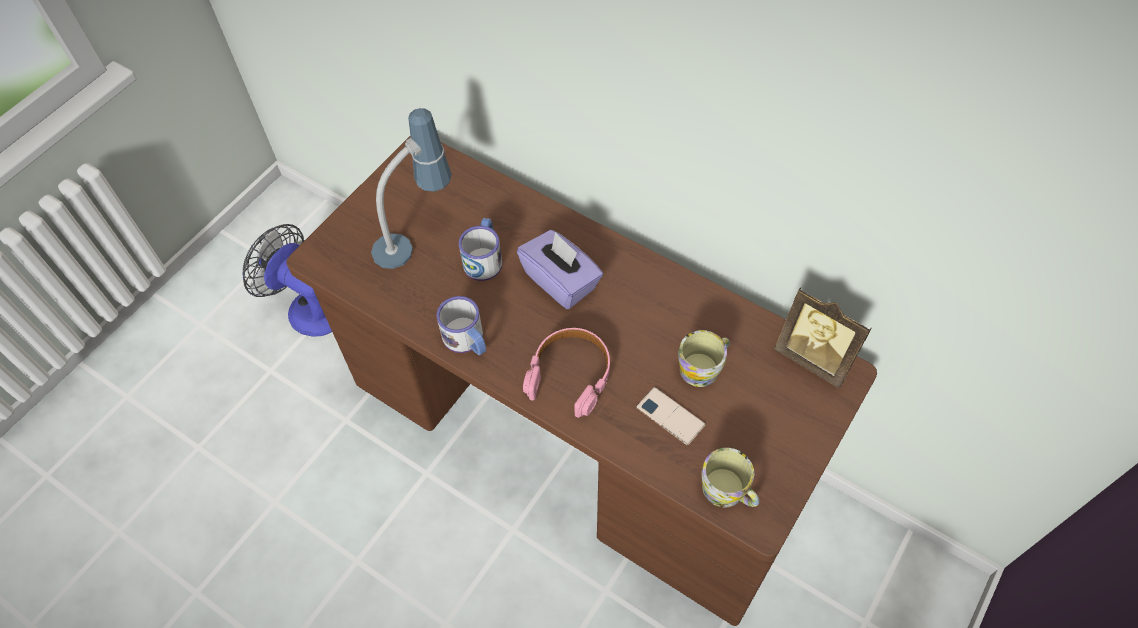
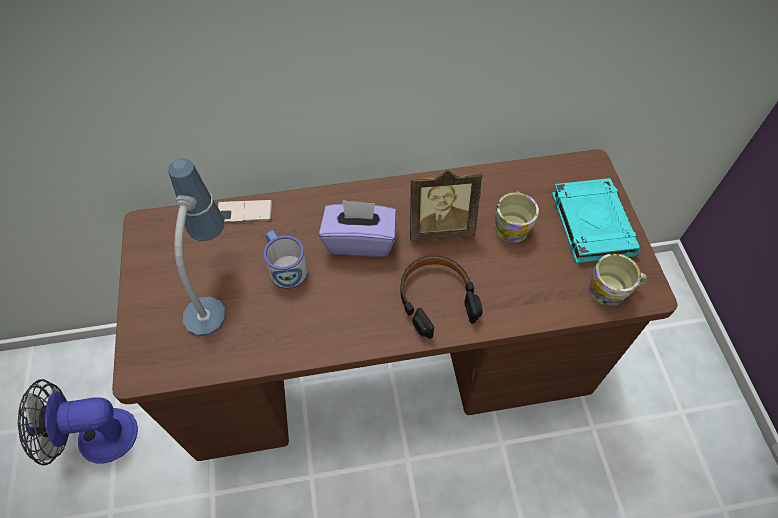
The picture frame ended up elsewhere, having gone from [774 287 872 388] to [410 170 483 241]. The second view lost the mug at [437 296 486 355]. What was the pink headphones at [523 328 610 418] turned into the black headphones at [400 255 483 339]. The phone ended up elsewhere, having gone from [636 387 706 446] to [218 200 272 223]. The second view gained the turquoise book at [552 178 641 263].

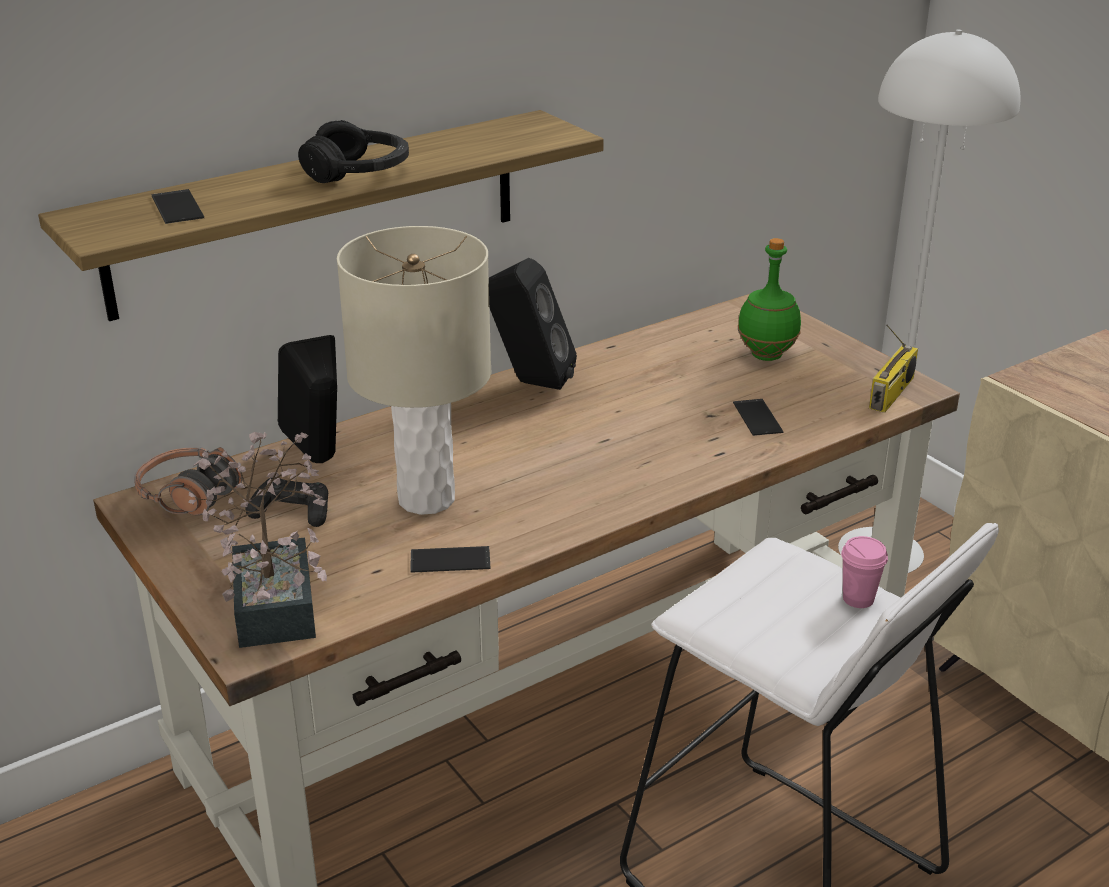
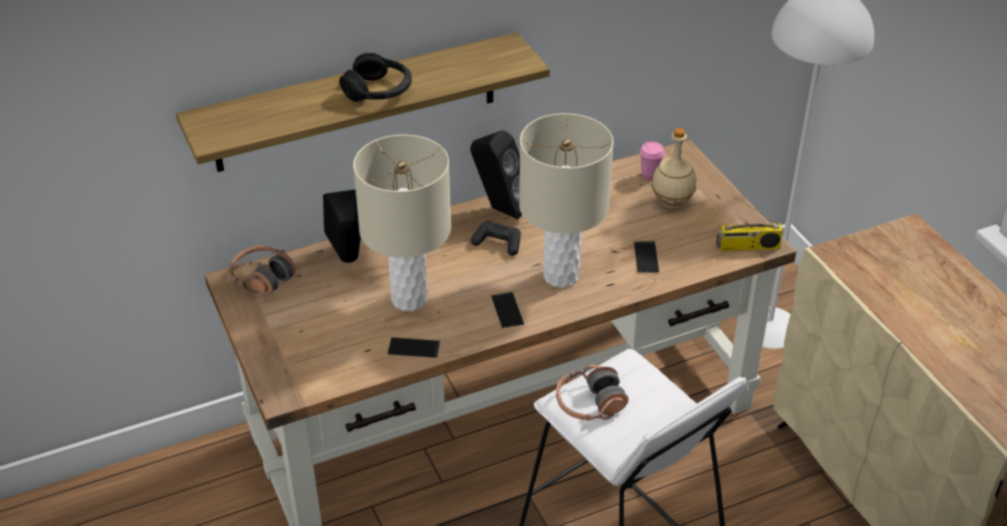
The phone ended up elsewhere, having gone from [151 189 204 224] to [491 292 524 328]. What was the green bottle at [738 238 801 361] turned into the beige bottle at [652 128 696 208]. The radio at [869 324 918 413] ended up facing another way, 45 degrees clockwise from before. The second view lost the potted plant at [188 432 327 648]. The black game controller ended up elsewhere, having gone from [245 477 328 527] to [471 221 521 256]. The pink cup ended up elsewhere, having gone from [841 536 888 608] to [640 142 665 180]. The second view gained the beige table lamp at [519 113 614 288]. The second view gained the headphones at [556 365 628 420].

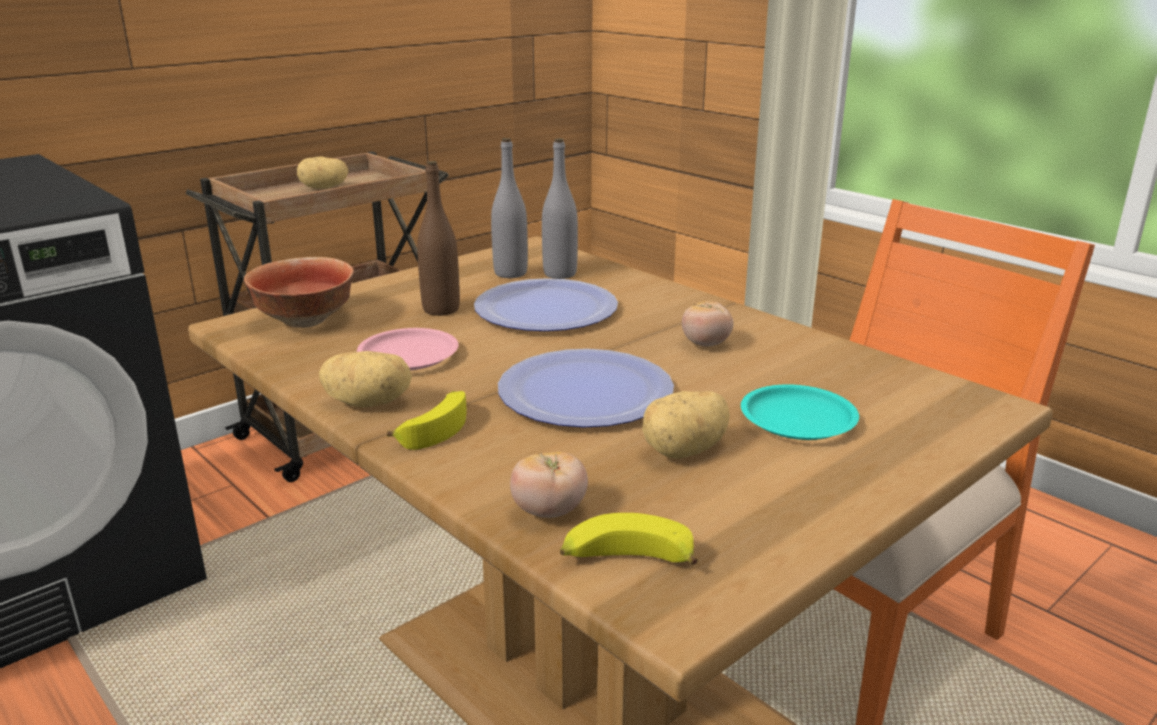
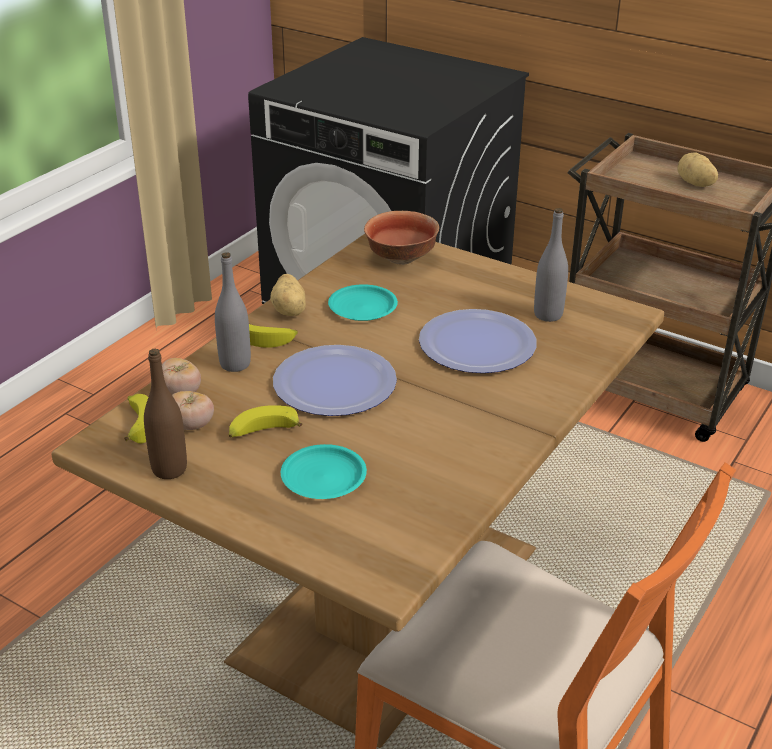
The grey bottle ended up elsewhere, having gone from [542 138 578 279] to [215 252 251 372]. The brown bottle ended up elsewhere, having gone from [417 161 460 316] to [144 349 187 479]. The tomato ended up elsewhere, having gone from [682 301 733 347] to [172 391 214 430]. What was the pink plate at [357 328 459 370] turned into the turquoise plate at [328 284 398 321]. Where the potato stood at [642 391 730 459], the banana came to stand at [229 405 302 437].

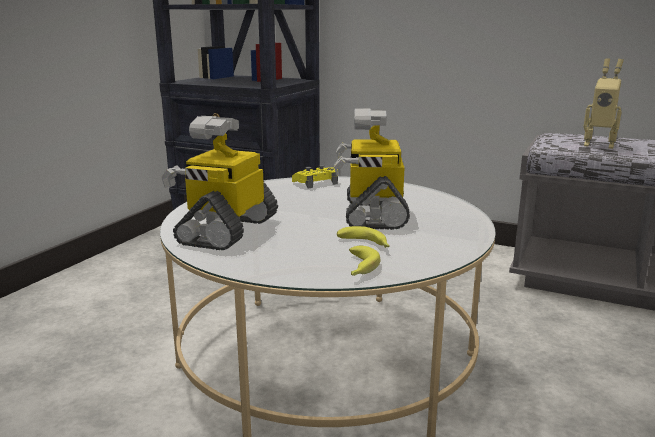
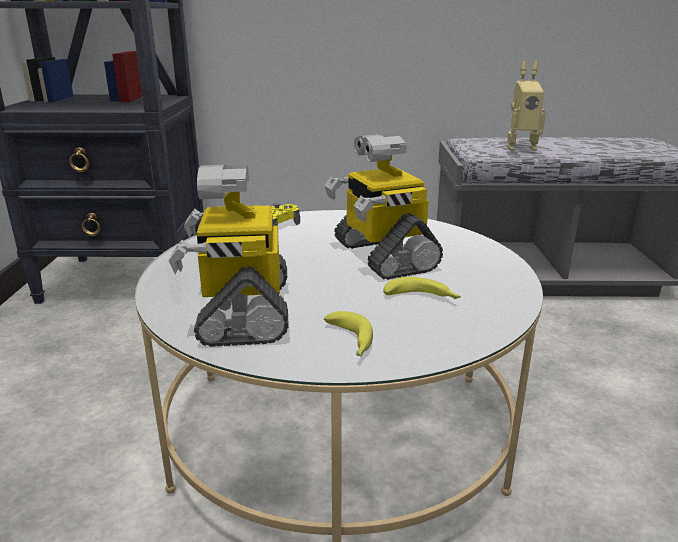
The banana ended up elsewhere, having gone from [349 246 380 276] to [324 311 373 356].

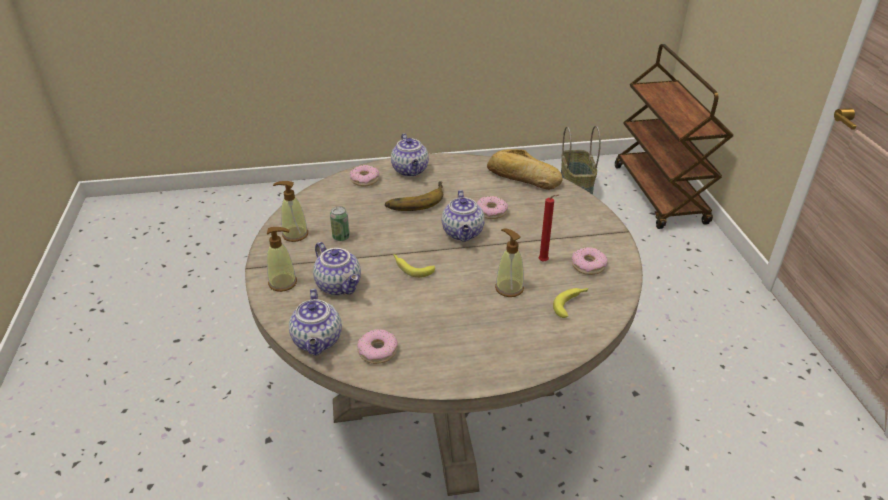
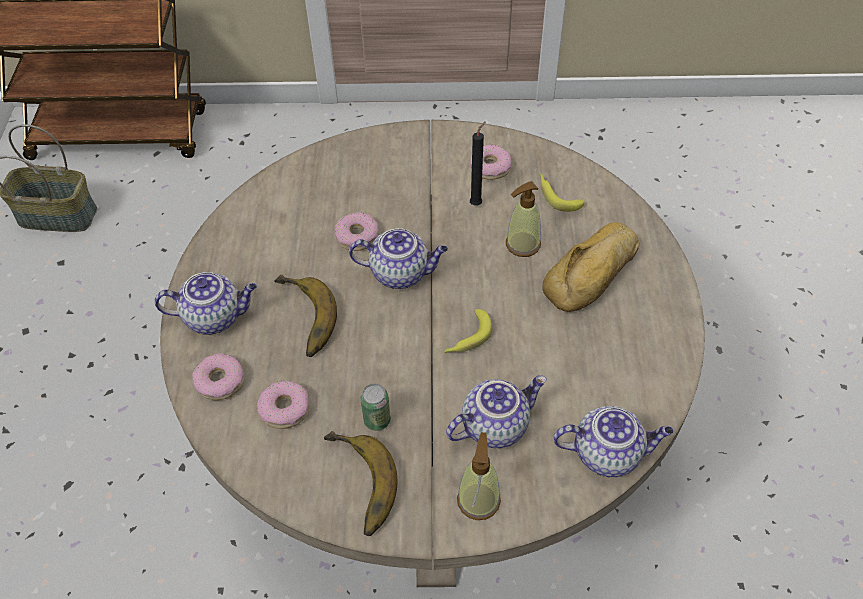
The bread ended up elsewhere, having gone from [487 149 563 190] to [542 222 640 312]. Where the soap dispenser stood at [273 181 308 242], the banana came to stand at [324 431 397 536]. What was the red candle at [539 195 559 262] turned into the black candle at [470 121 486 206]. The donut ended up elsewhere, having gone from [357 329 398 364] to [257 381 310 429].

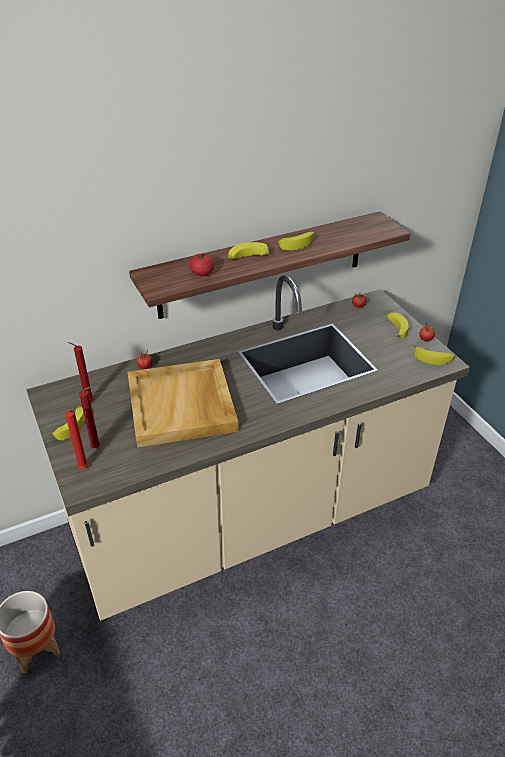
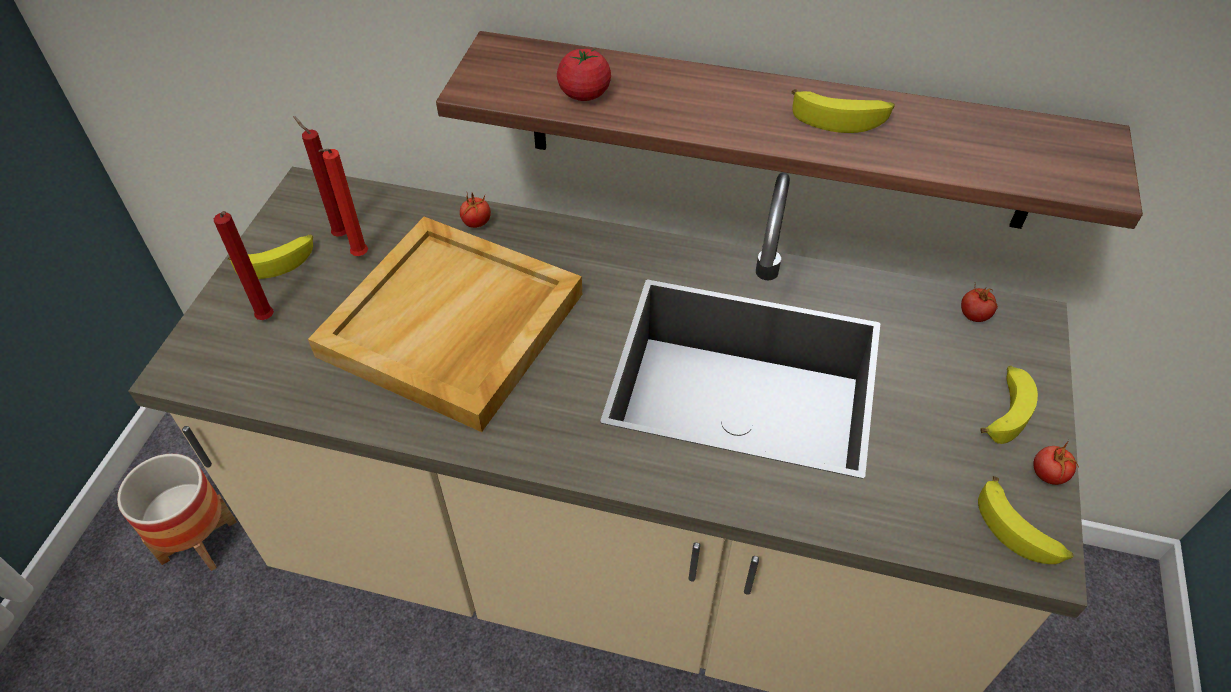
The second view lost the banana at [228 242 271 259]. The red candle ended up elsewhere, having gone from [65 410 88 469] to [318 149 368 256].

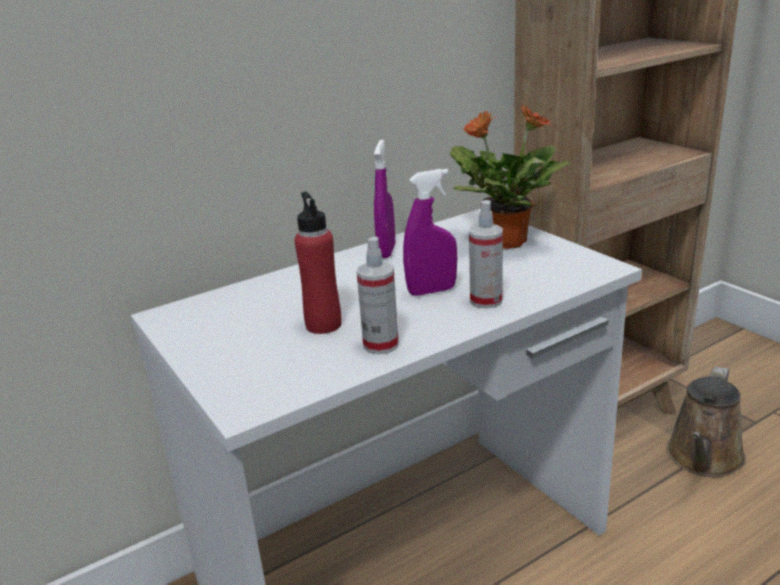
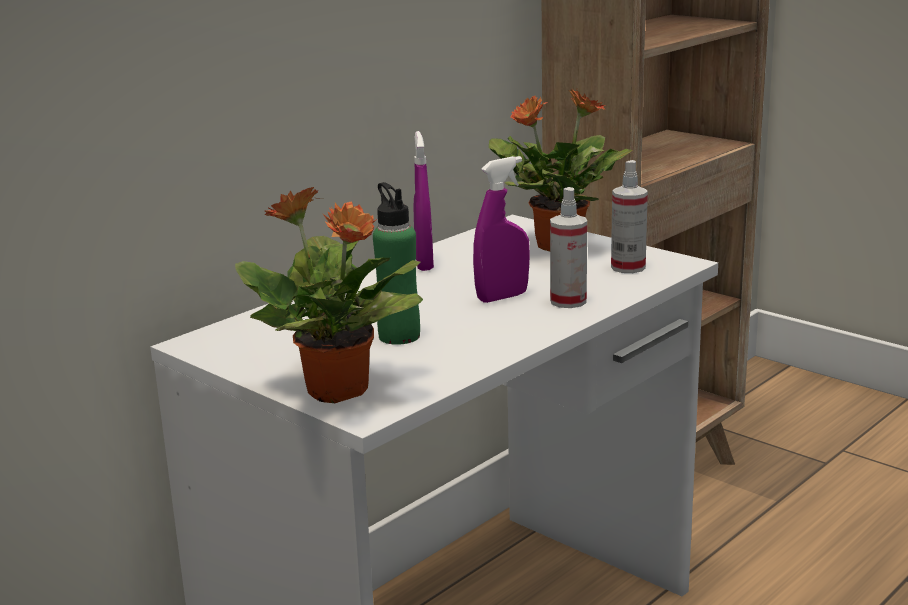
What was the red bottle at [294 192 342 334] turned into the green bottle at [373 182 420 345]. The spray bottle ended up elsewhere, having gone from [357 237 399 354] to [611 160 648 273]. The second view lost the brown watering can at [666 366 746 477]. The second view gained the potted plant at [235 187 423 403].

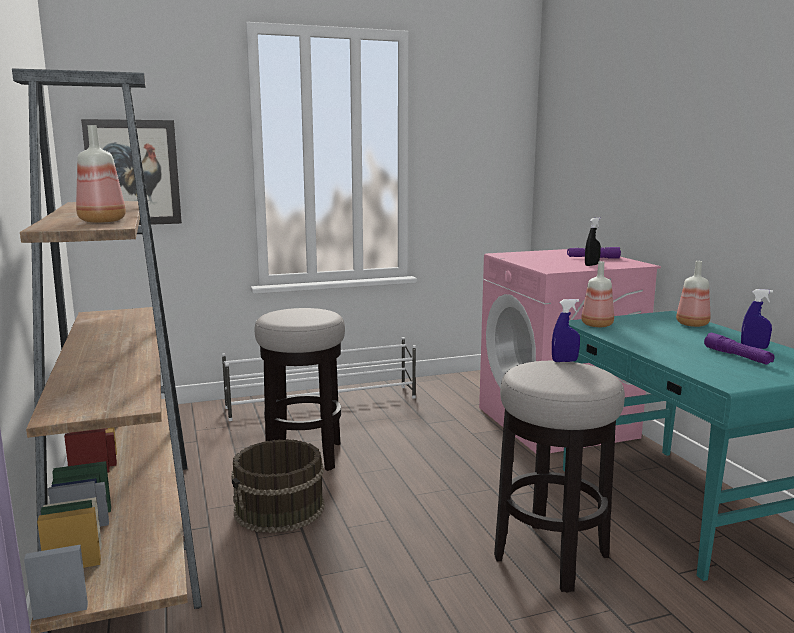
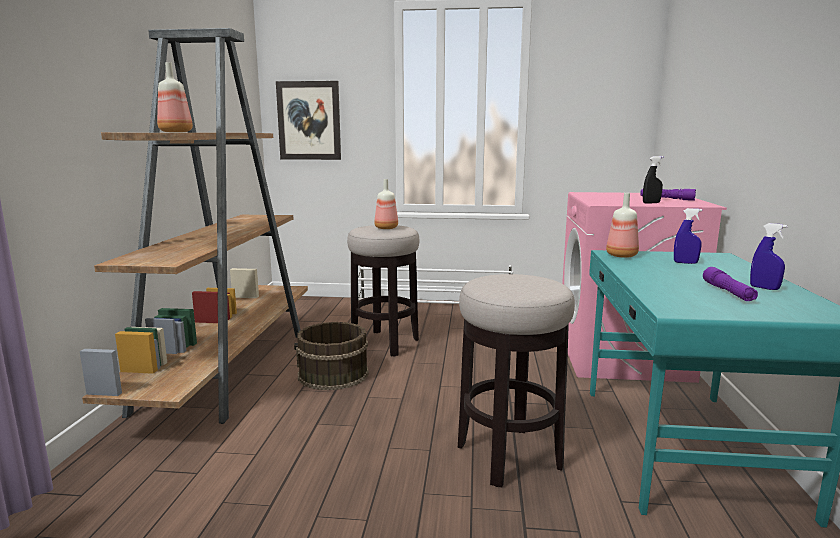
The bottle ended up elsewhere, having gone from [676 261 710 327] to [374 179 398 229]. The blue spray bottle ended up elsewhere, having gone from [552 299 580 362] to [674 208 702 264].

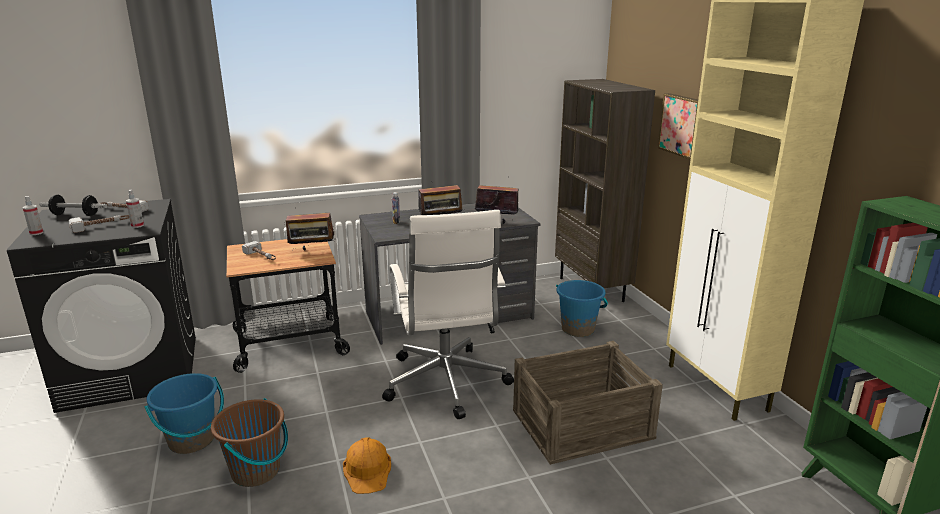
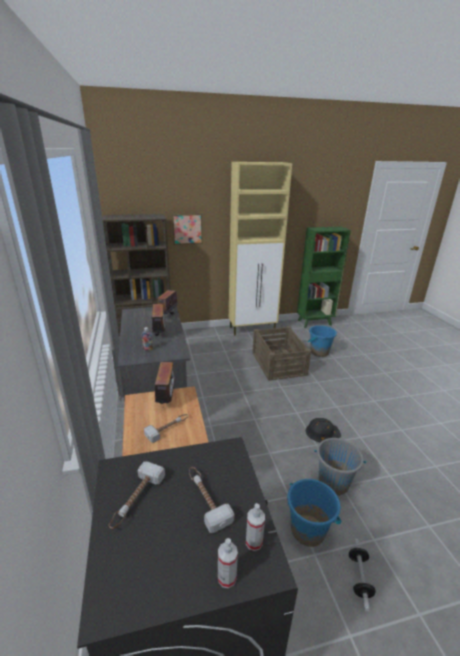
The spray bottle ended up elsewhere, having gone from [126 190 144 228] to [246 503 265 551]. The dumbbell ended up elsewhere, having gone from [40 195 107 216] to [349 539 376 611]. The second view lost the white office chair at [382 210 514 419]. The blue bucket ended up elsewhere, having gone from [556 280 608 337] to [308 325 337 357]. What was the brown bucket at [211 398 288 487] turned into the grey bucket at [314 438 366 495]. What was the orange hard hat at [343 437 391 494] turned into the black hard hat at [306 418 341 442].

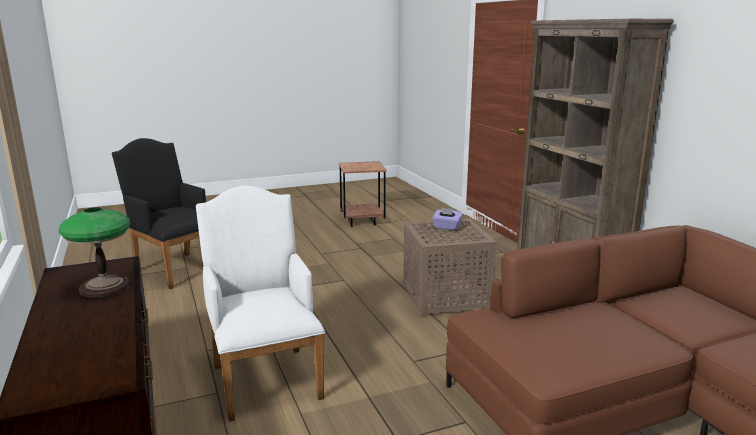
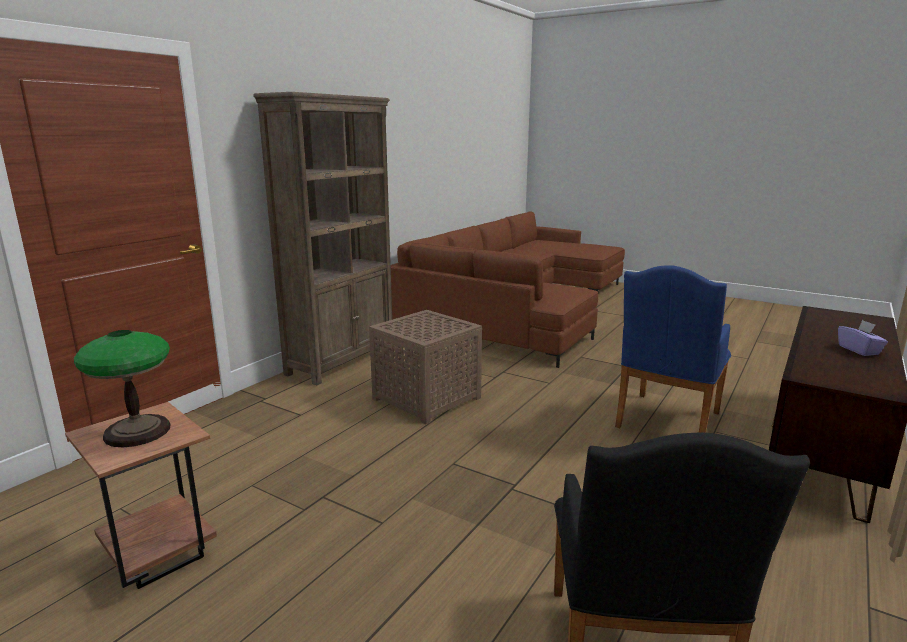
What was the white armchair at [196 186 325 422] turned into the blue armchair at [615 265 731 433]. The purple tissue box ended up elsewhere, having gone from [432 207 463 230] to [838 320 888 356]. The table lamp ended up elsewhere, having gone from [59 208 130 298] to [74 330 170 447].

